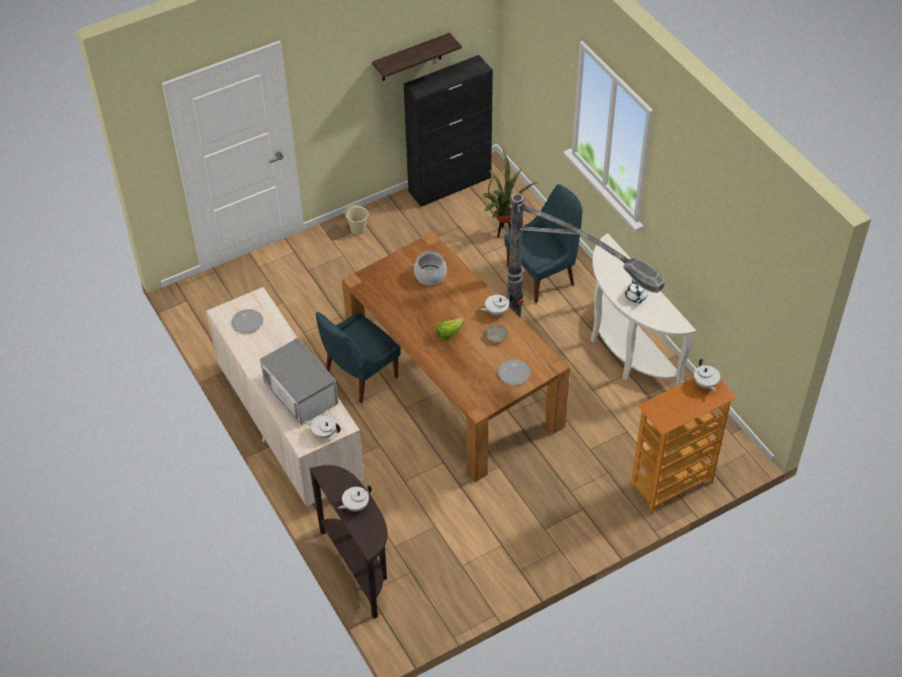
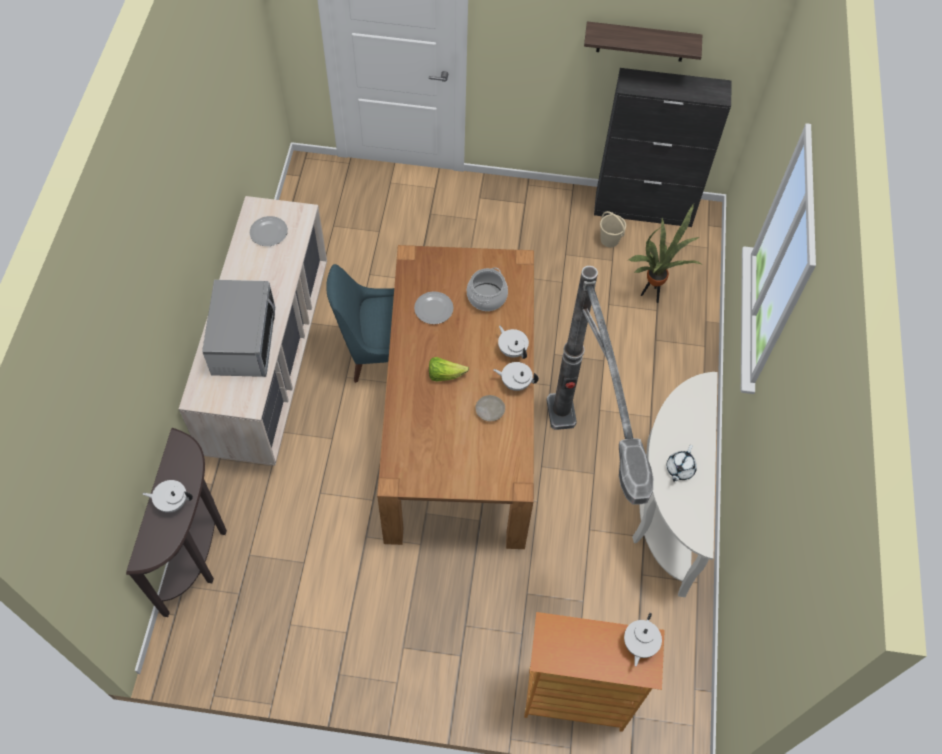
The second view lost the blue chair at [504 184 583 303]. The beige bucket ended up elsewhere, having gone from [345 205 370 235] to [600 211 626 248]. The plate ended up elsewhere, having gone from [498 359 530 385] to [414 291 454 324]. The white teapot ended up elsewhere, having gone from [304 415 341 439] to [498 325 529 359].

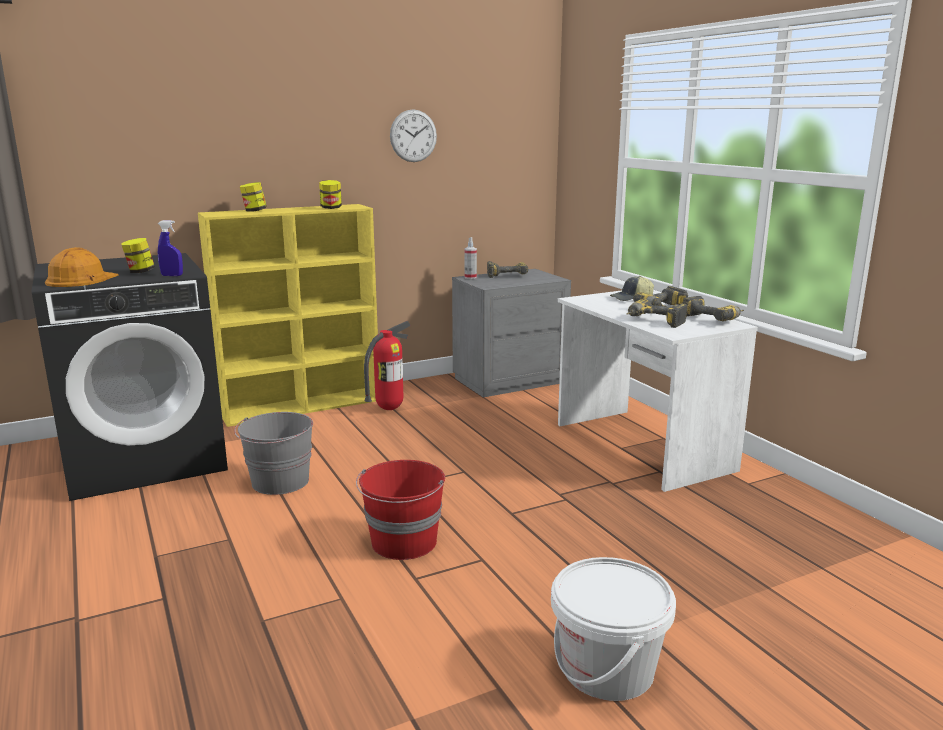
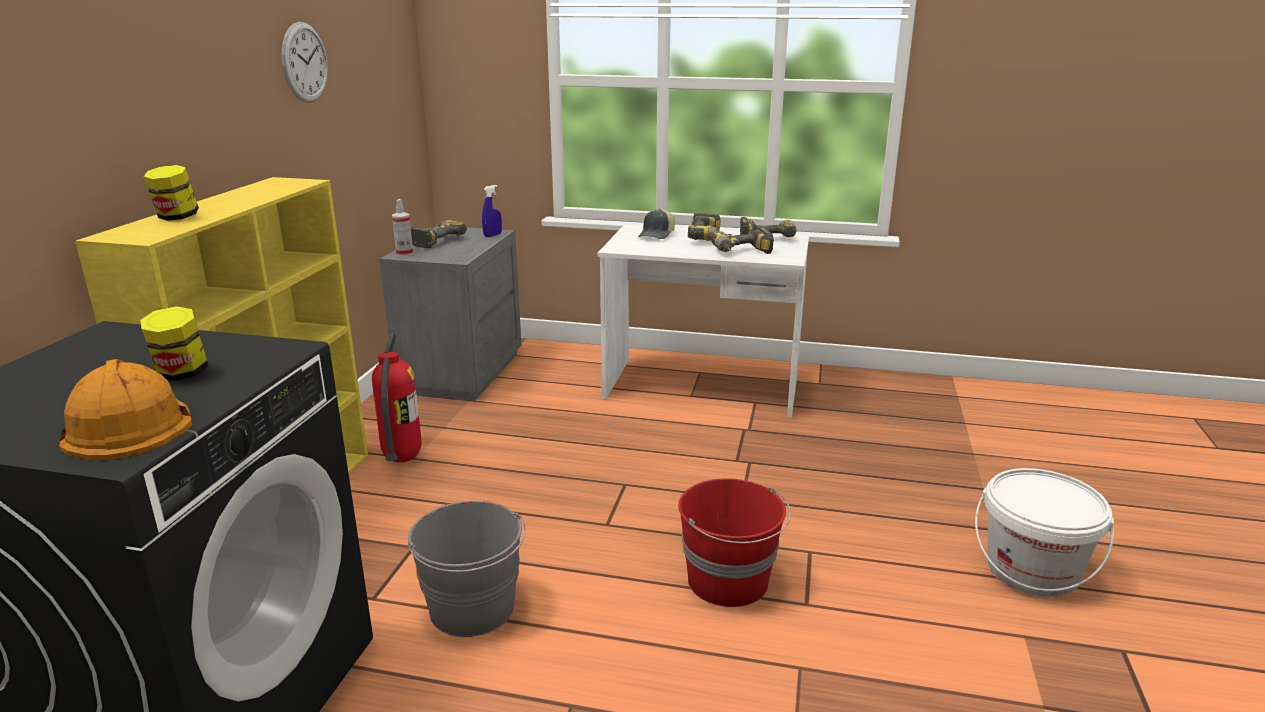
The second view lost the jar at [319 180 342 209]. The blue spray bottle ended up elsewhere, having gone from [158 220 183 276] to [482 185 502 237].

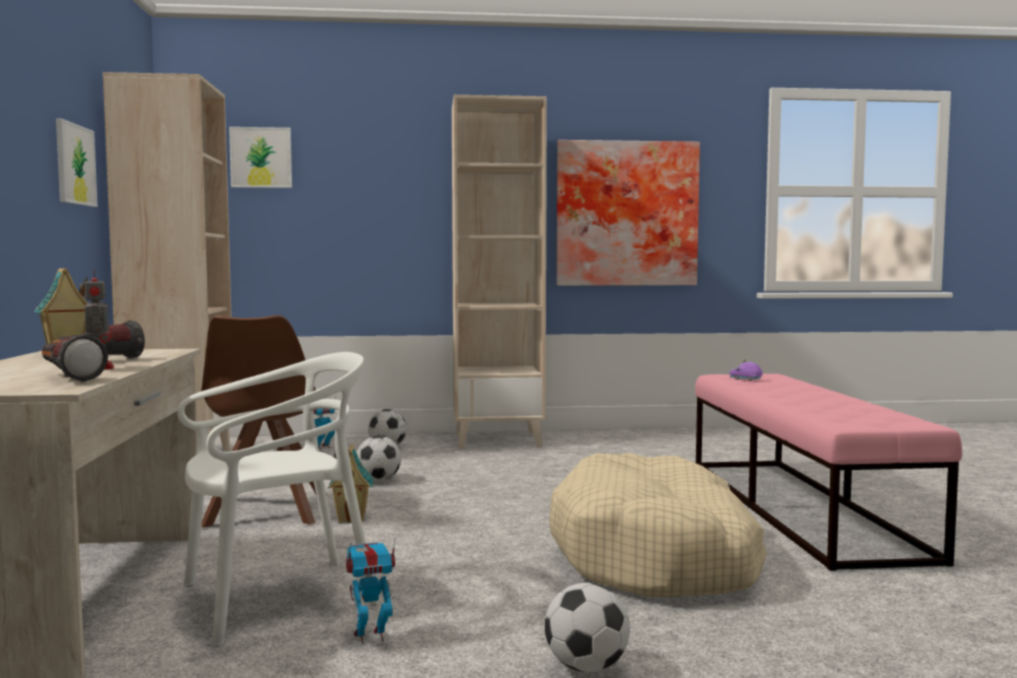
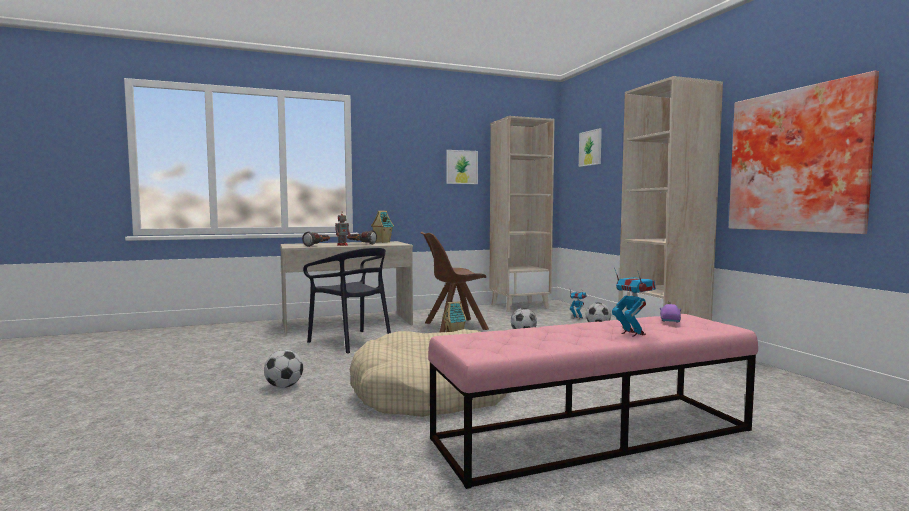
What was the white chair at [177 352 379 647] turned into the black chair at [303 248 391 354]. The toy robot ended up elsewhere, having gone from [346 538 395 644] to [612 267 656 337].

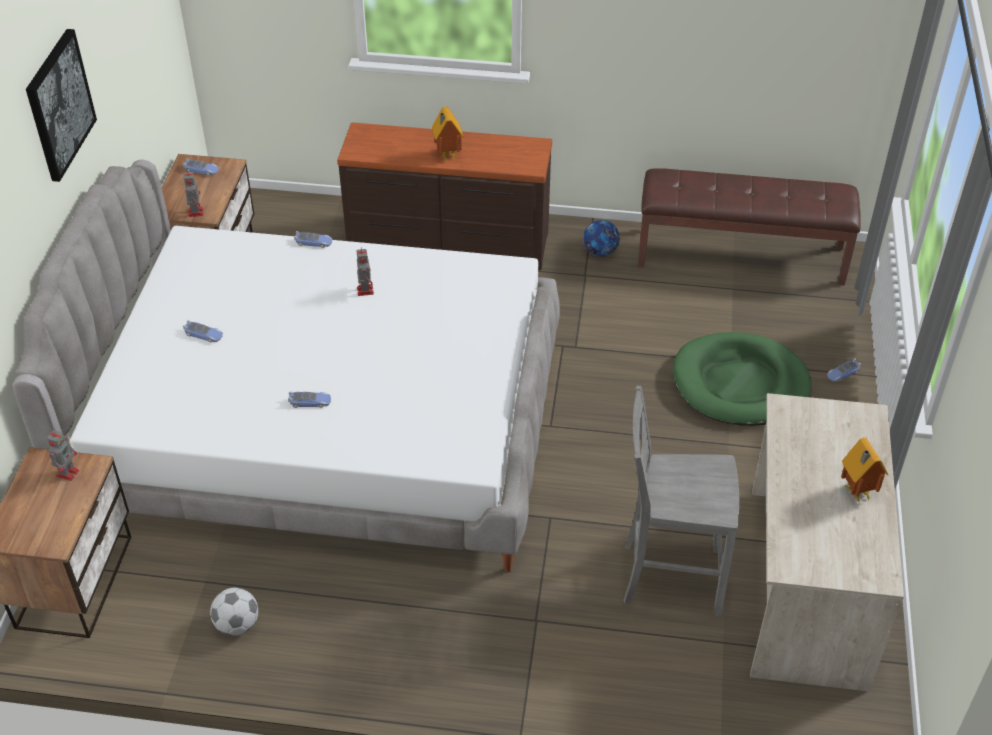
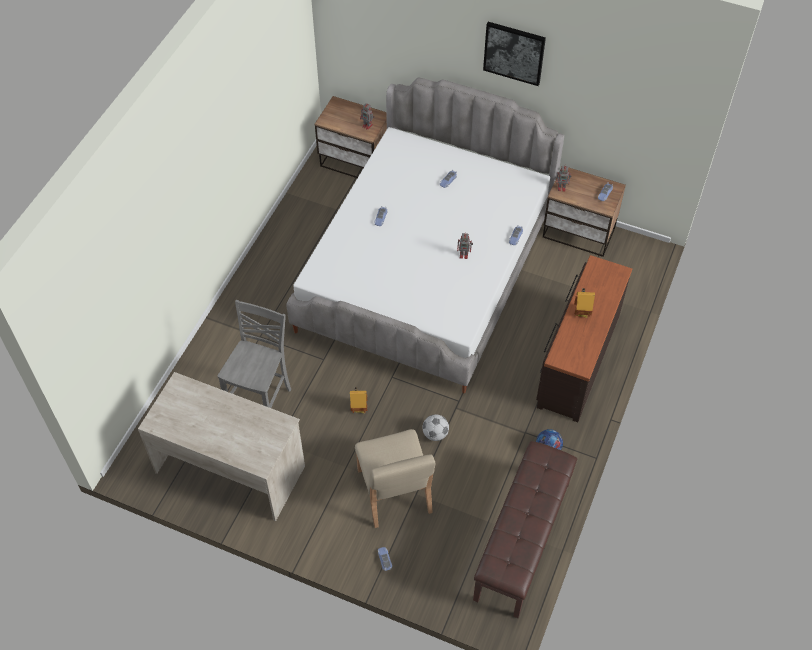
Where the green dog bed stood at [673 332 812 426], the beige chair came to stand at [355 429 436 528]. The toy house ended up elsewhere, having gone from [841 437 888 504] to [350 387 367 413]. The football ended up elsewhere, having gone from [210 588 258 636] to [422 414 449 441].

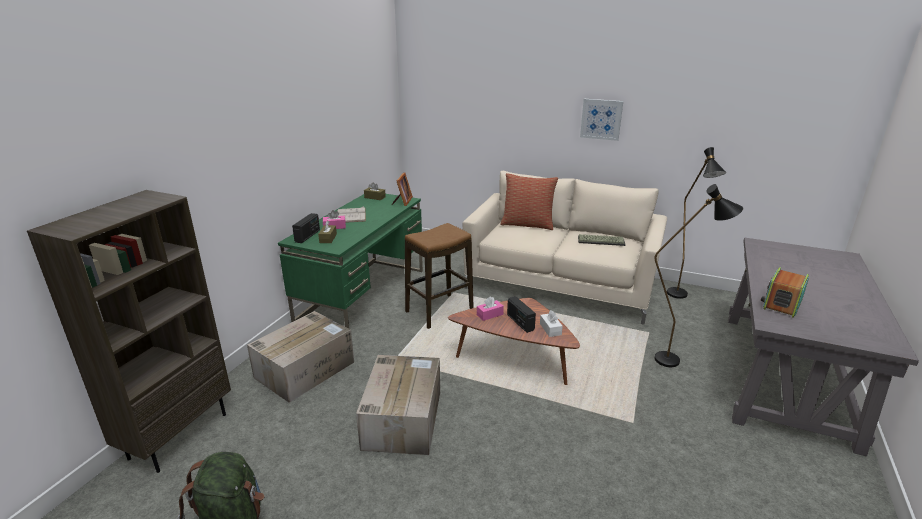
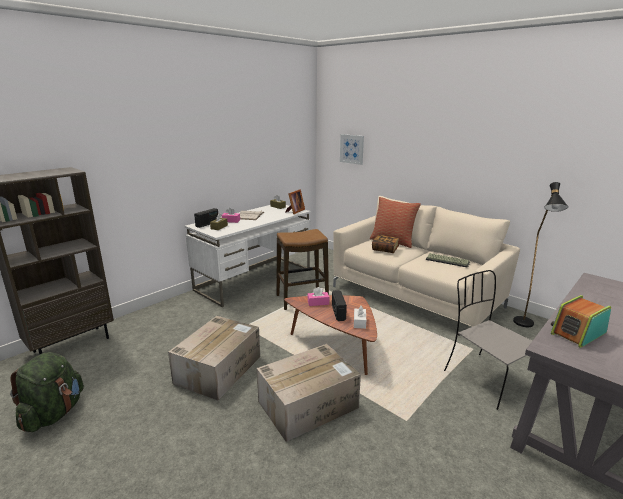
The picture ended up elsewhere, having gone from [580 99 623 141] to [340 134 364 165]. Where the black floor lamp stood at [654 184 743 367], the grey chair came to stand at [444 270 532 410]. What was the green desk at [278 194 423 329] turned into the white desk at [185 205 311 307]. The cardboard box ended up elsewhere, having gone from [247 311 354 403] to [257 344 361 442]. The second view gained the book at [372 235 399 253].

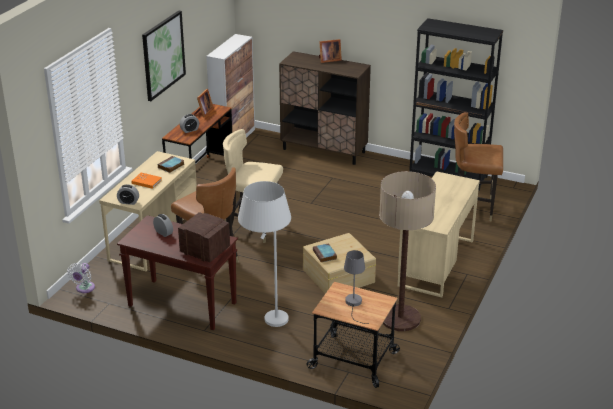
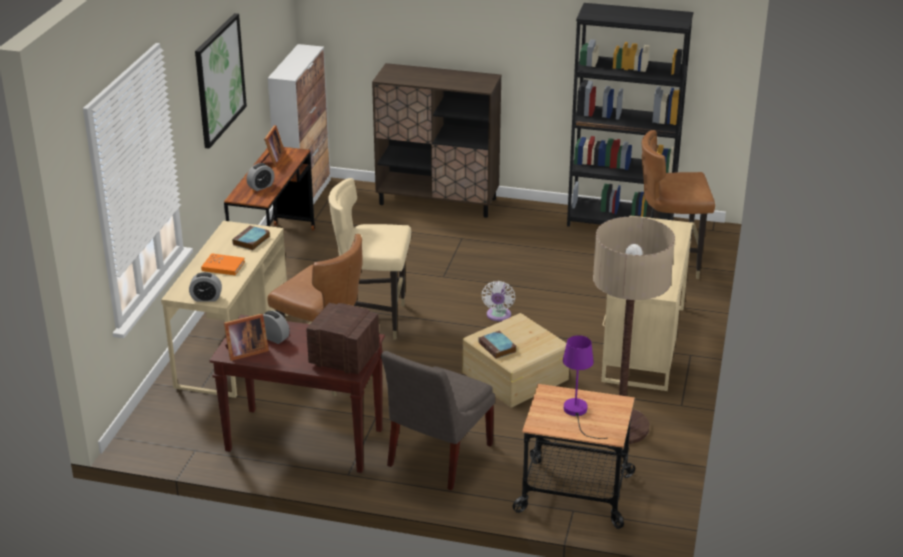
The picture frame ended up elsewhere, having gone from [319 39 342 63] to [224 314 269 361]. Where the white floor lamp stood at [238 181 291 327], the grey chair came to stand at [381 351 495 490]. What was the grey table lamp at [344 250 369 324] turned into the purple table lamp at [563 335 608 439]. The white fan ended up elsewhere, having gone from [67 263 95 293] to [482 281 515 321].

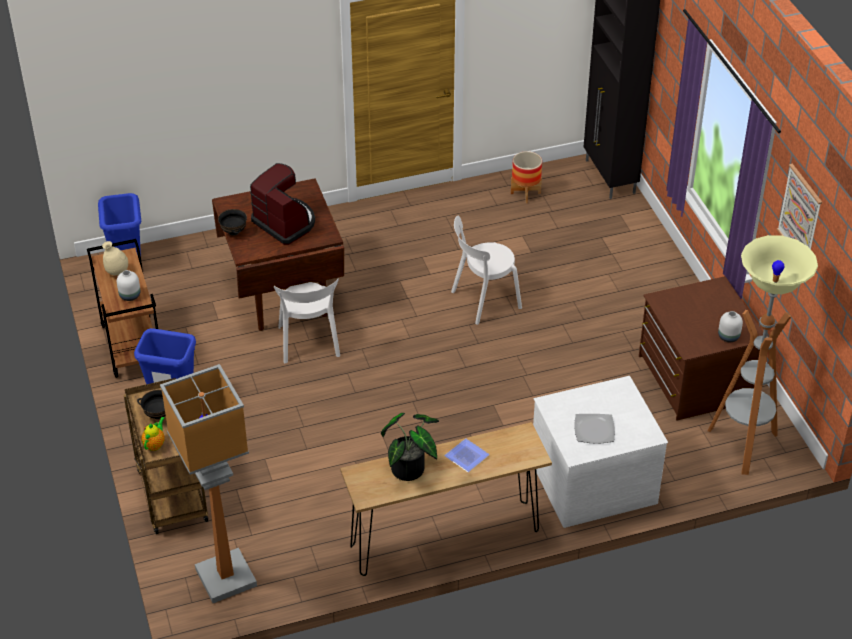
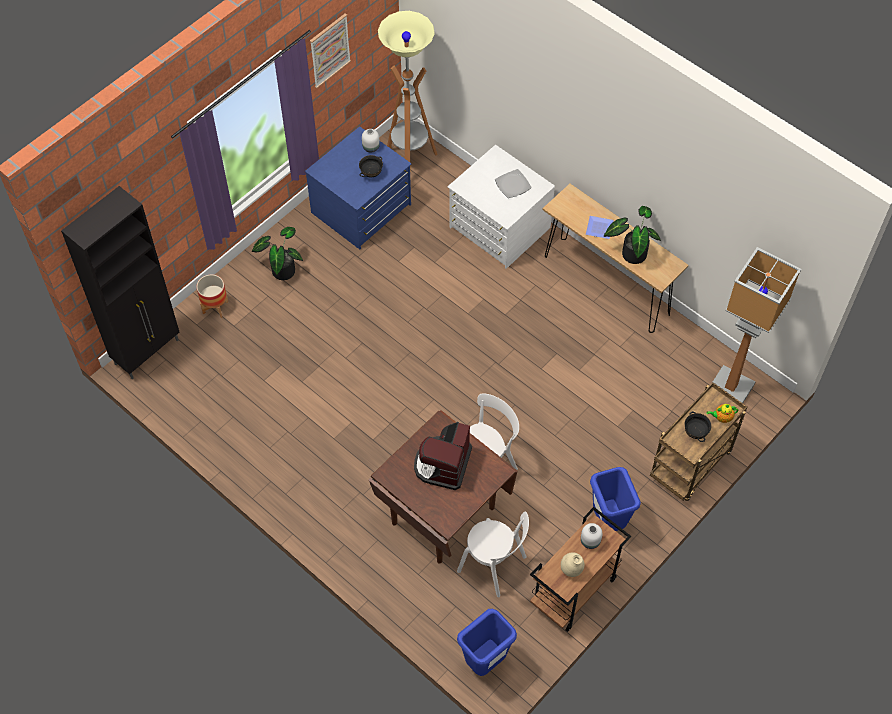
The planter ended up elsewhere, having gone from [511 151 542 203] to [196 274 228 318]. The black bowl ended up elsewhere, having gone from [218 209 247 236] to [359 155 383 177]. The white chair ended up elsewhere, having gone from [451 216 522 325] to [457 512 529 597]. What was the brown dresser at [639 276 763 420] turned into the blue dresser at [305 126 411 250]. The second view gained the potted plant at [252 227 303 280].

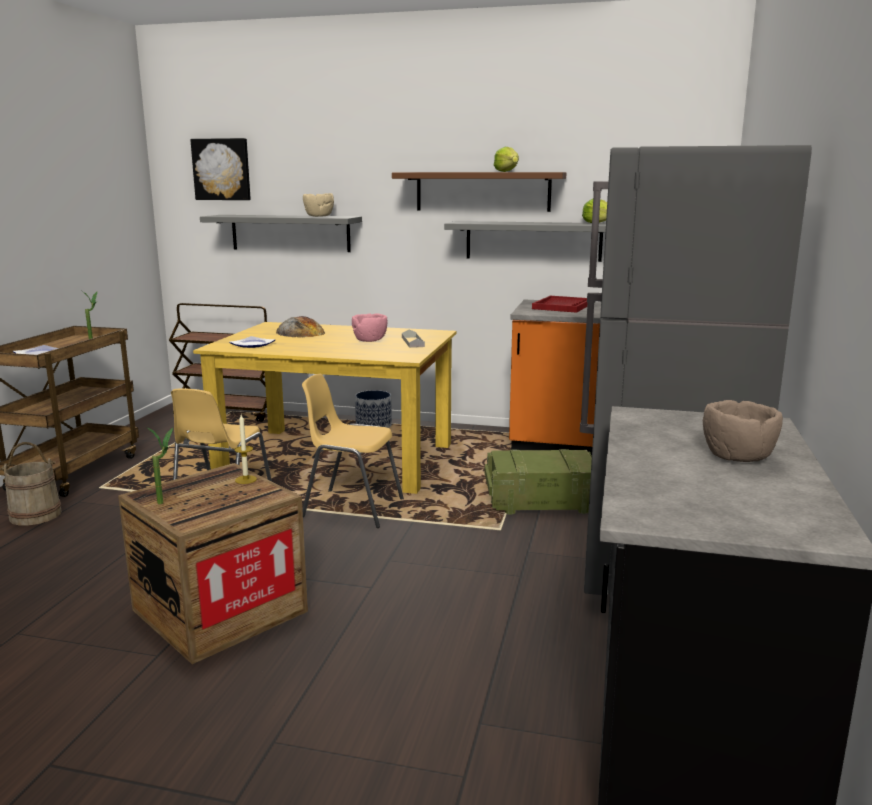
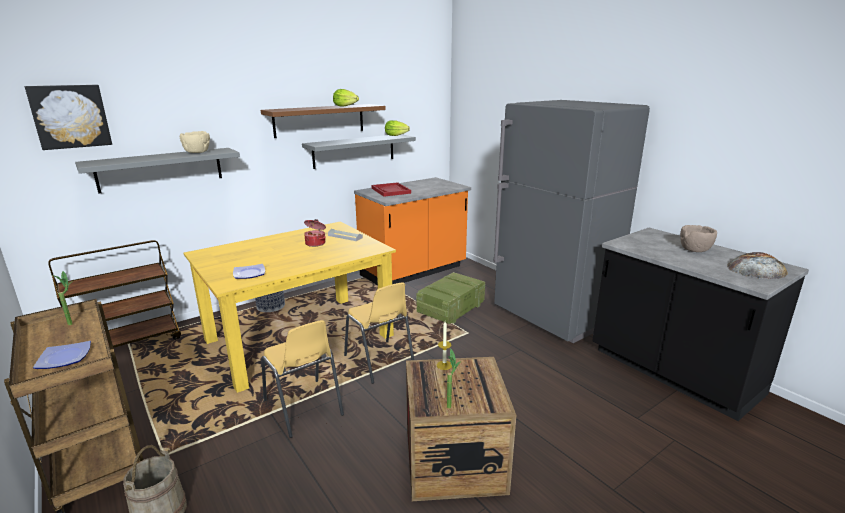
Where the pink bowl stood at [352 313 388 342], the cooking pot came to stand at [304 219 326 247]. The bread ended up elsewhere, having gone from [276 316 325 337] to [727 252 788 279]. The yellow chair at [302 374 404 528] ended up facing another way, 90 degrees counterclockwise from before.

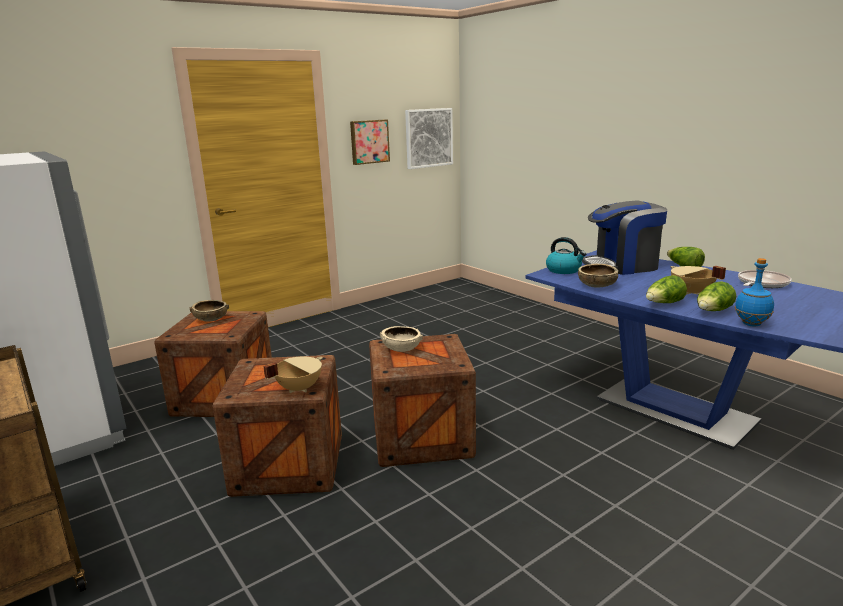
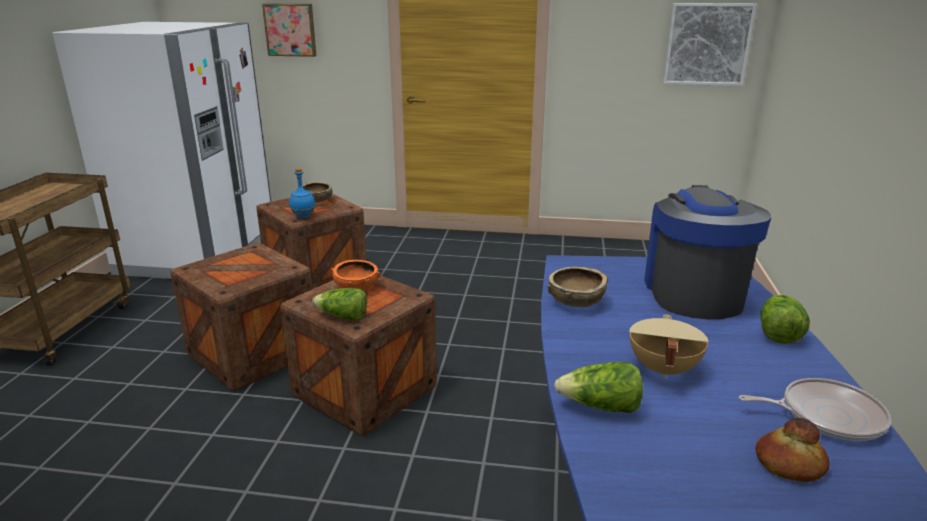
The picture ended up elsewhere, having gone from [350 120 390 165] to [262 4 316 57]. The coffee machine at [582 201 667 275] ended up facing another way, 60 degrees clockwise from before. The second view lost the kettle at [546 237 586 274]. The blue bottle ended up elsewhere, having gone from [735 258 774 326] to [289 168 315 219]. The lettuce ended up elsewhere, having gone from [646 275 687 303] to [312 288 367 320]. What was the beige bowl at [380 326 423 352] turned into the orange bowl at [331 260 380 290]. The second view lost the beige cooking pot at [263 356 323 393]. The second view gained the bread at [756 418 830 482].

